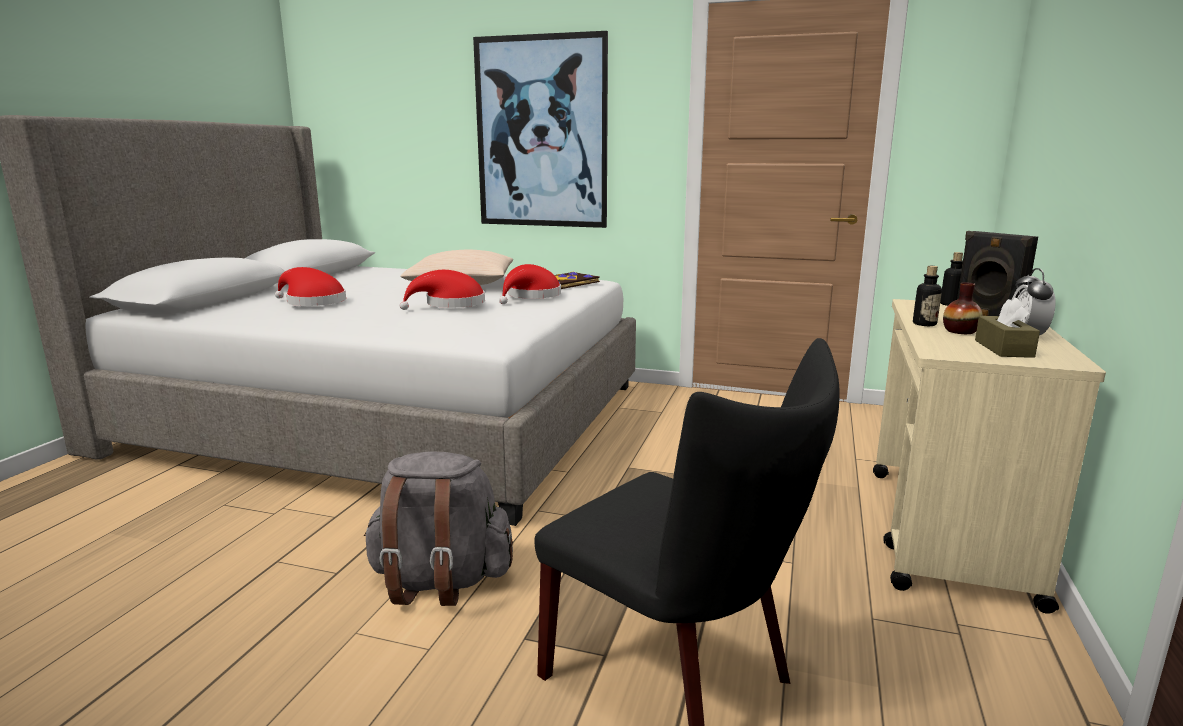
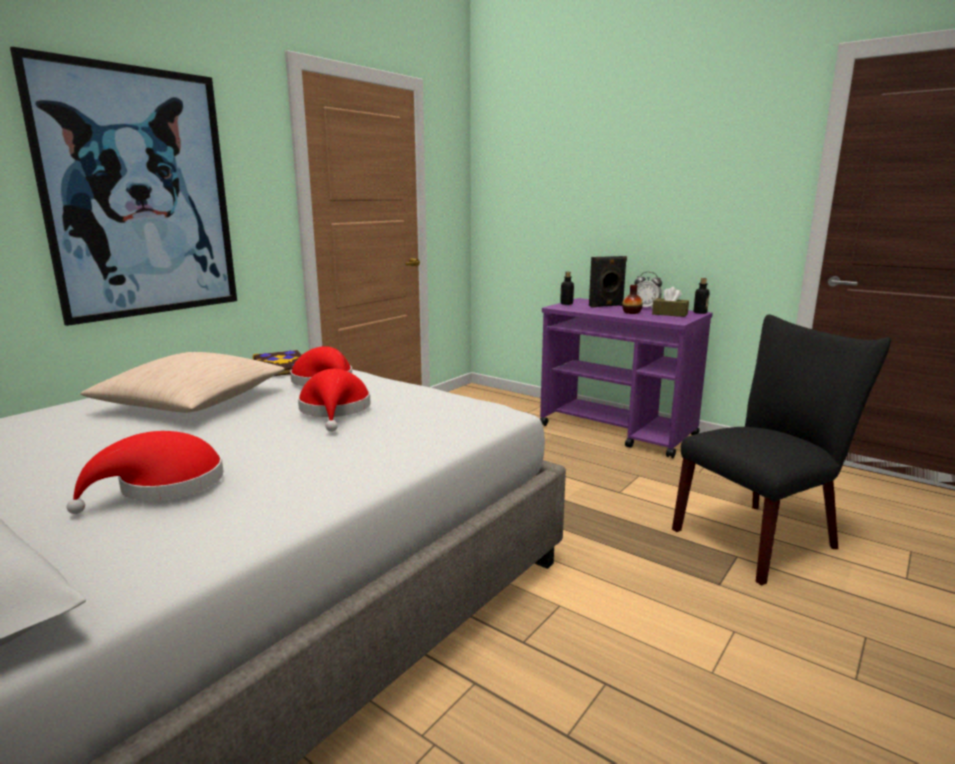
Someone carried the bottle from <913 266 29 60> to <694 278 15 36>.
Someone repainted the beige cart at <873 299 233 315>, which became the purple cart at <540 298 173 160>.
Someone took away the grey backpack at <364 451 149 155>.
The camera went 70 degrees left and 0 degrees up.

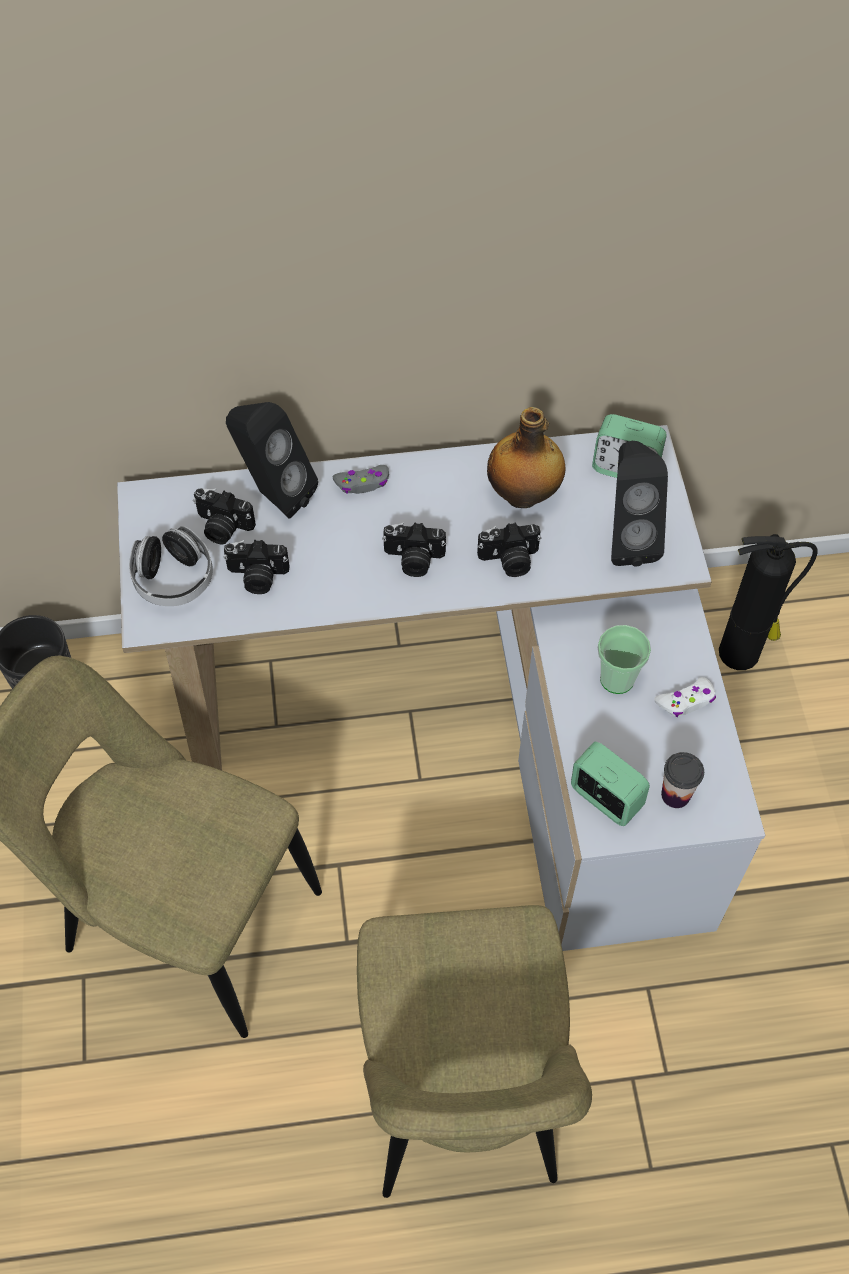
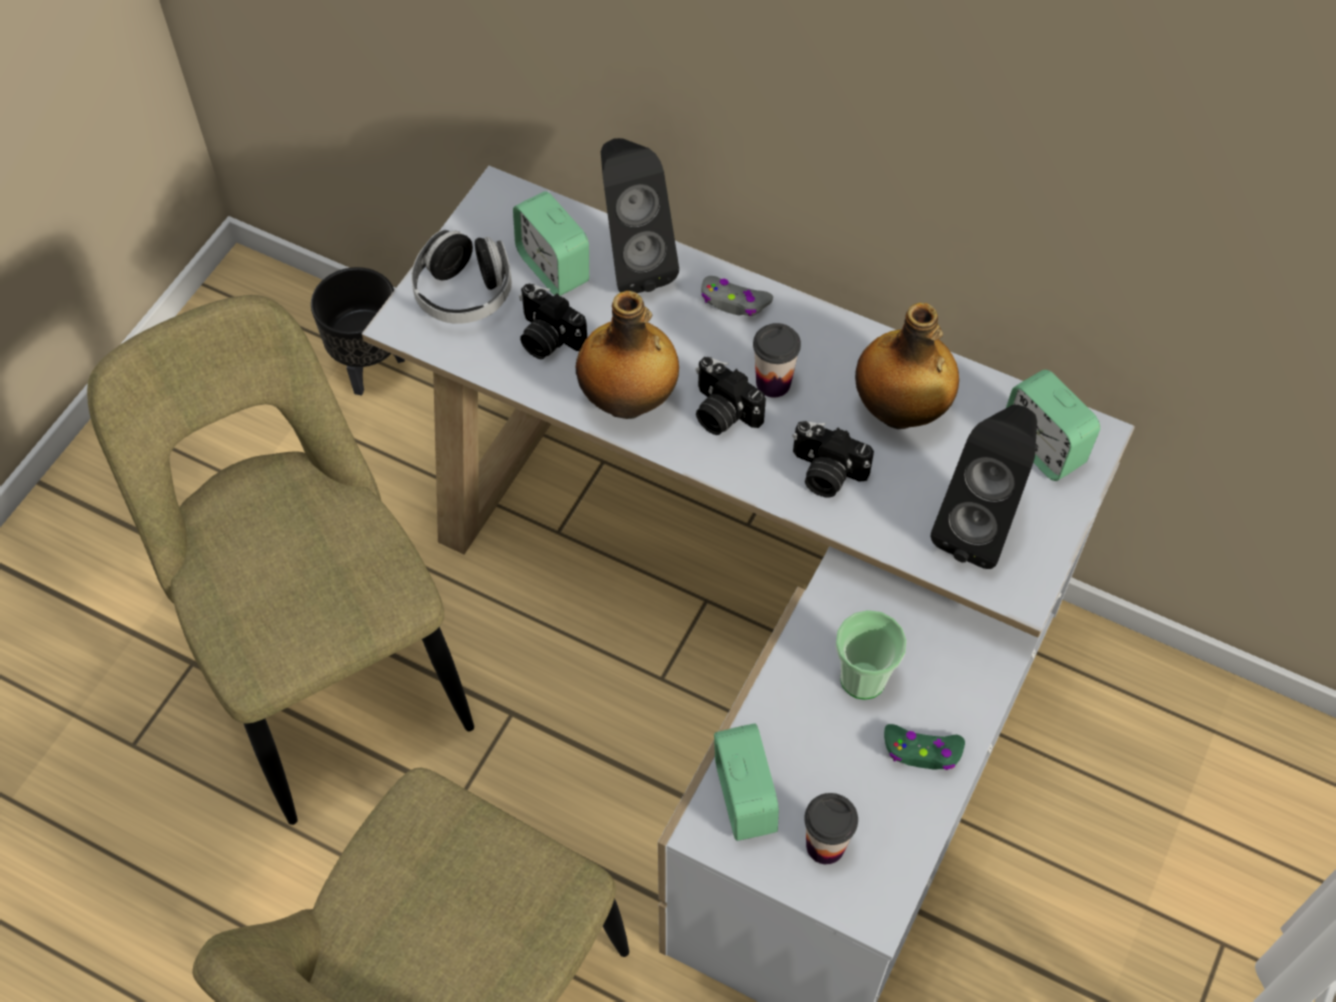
Someone swapped the photo camera at <193 488 63 56> for the alarm clock at <513 191 76 105>.
Someone took away the fire extinguisher at <719 534 99 136>.
Someone repainted the white game controller at <654 677 62 40>, which became the green game controller at <884 724 81 46>.
Someone put down the bottle at <575 291 104 128>.
Someone put down the cup at <753 323 48 75>.
The camera went 35 degrees right and 0 degrees up.

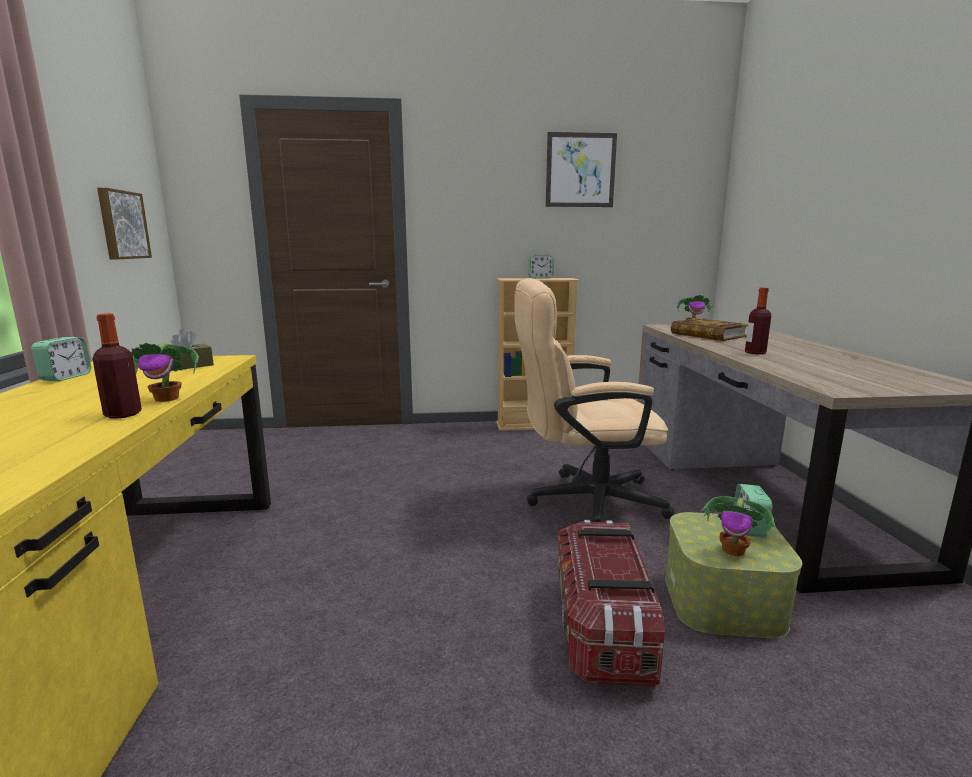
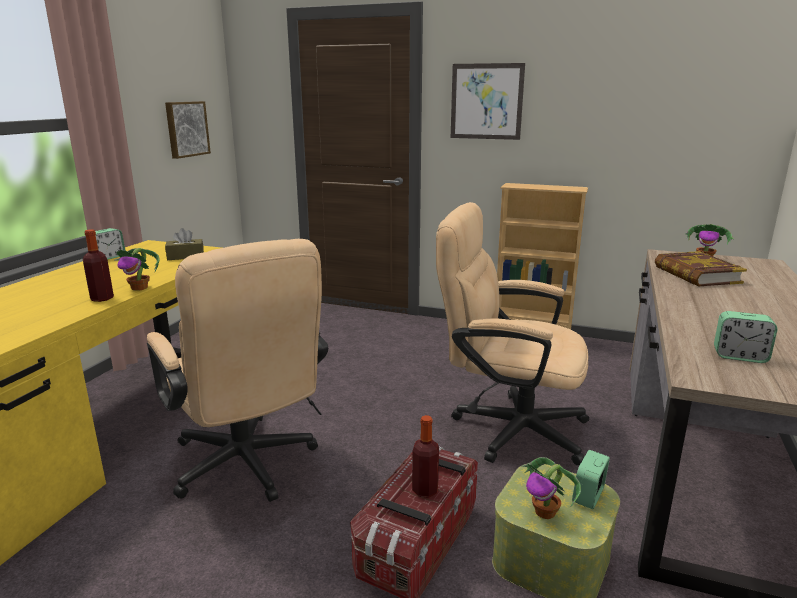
Someone carried the picture from <546 132 71 75> to <451 63 74 77>.
Someone carried the alarm clock from <528 255 26 23> to <714 311 64 52>.
Someone carried the bottle from <745 288 26 66> to <412 415 27 83>.
Someone put down the beige office chair at <147 239 181 263>.
The camera went 25 degrees right and 5 degrees up.

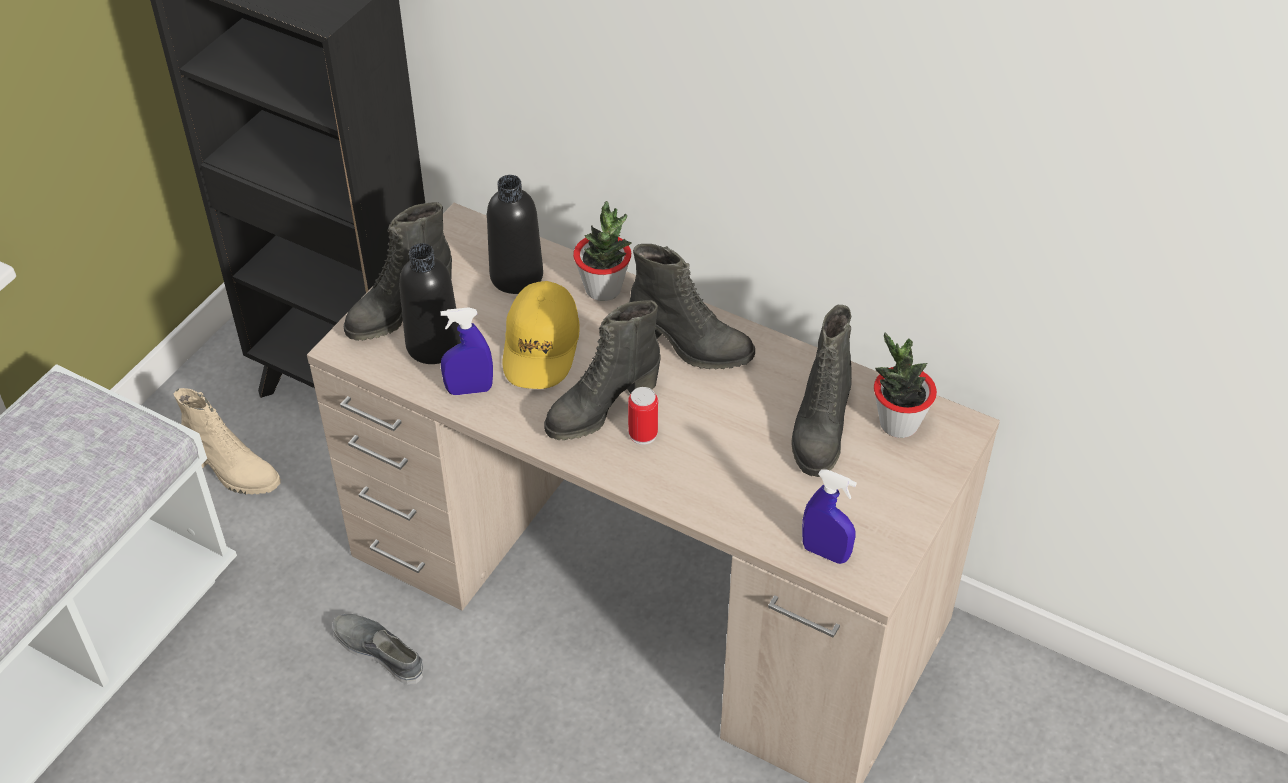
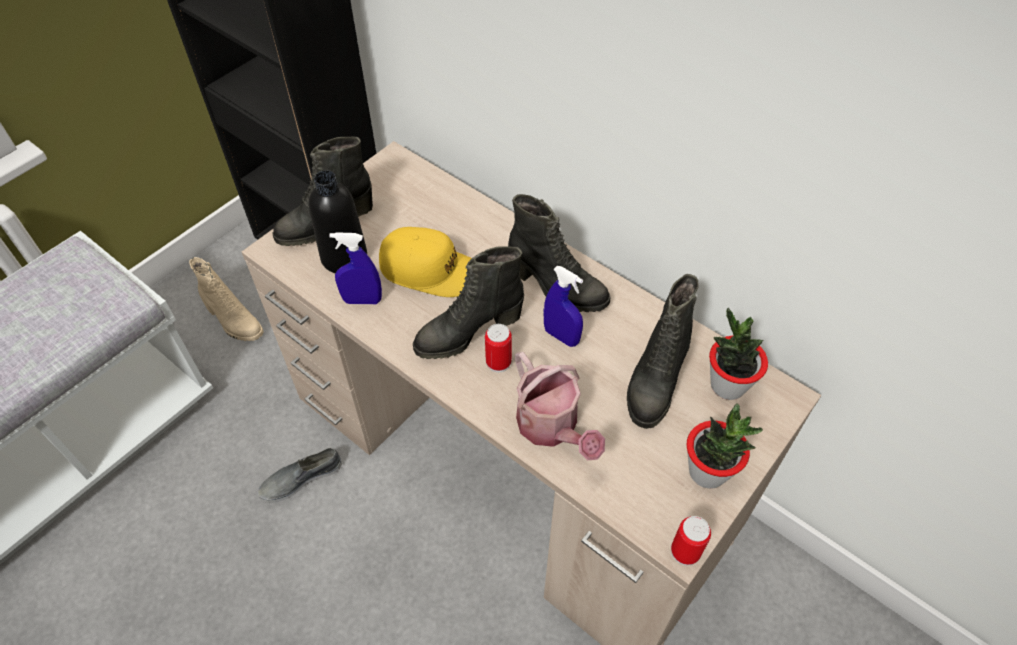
Someone took away the black bottle at <487 175 56 119>.
Someone carried the potted plant from <573 201 58 100> to <687 403 76 86>.
Someone rotated the yellow cap at <503 281 77 108> by 90 degrees counterclockwise.
Someone carried the blue spray bottle from <802 469 55 95> to <543 266 40 81>.
Someone rotated the grey shoe at <332 614 91 71> by 75 degrees counterclockwise.
Someone put down the watering can at <515 352 90 108>.
Someone put down the can at <671 516 40 50>.
The camera went 10 degrees right and 5 degrees up.

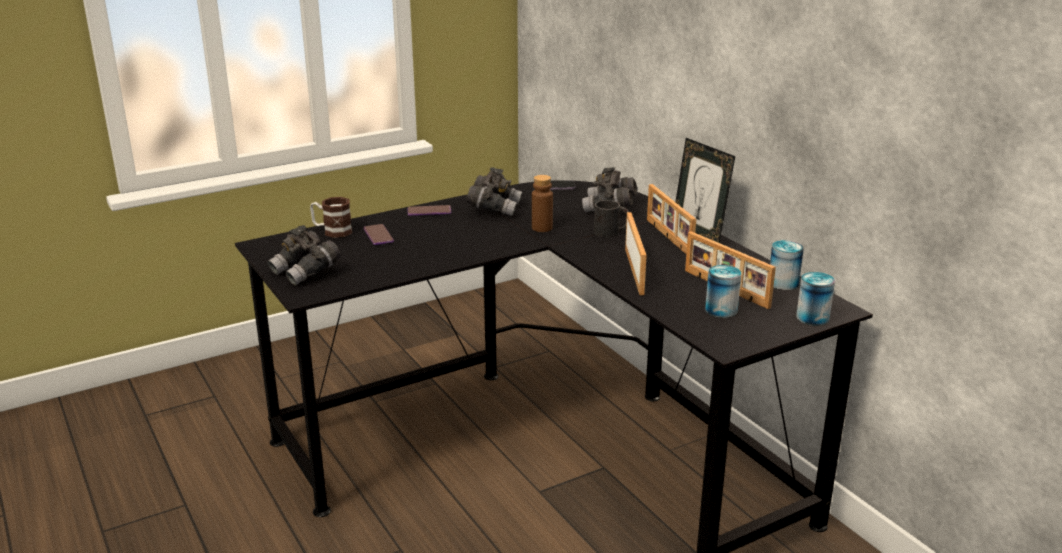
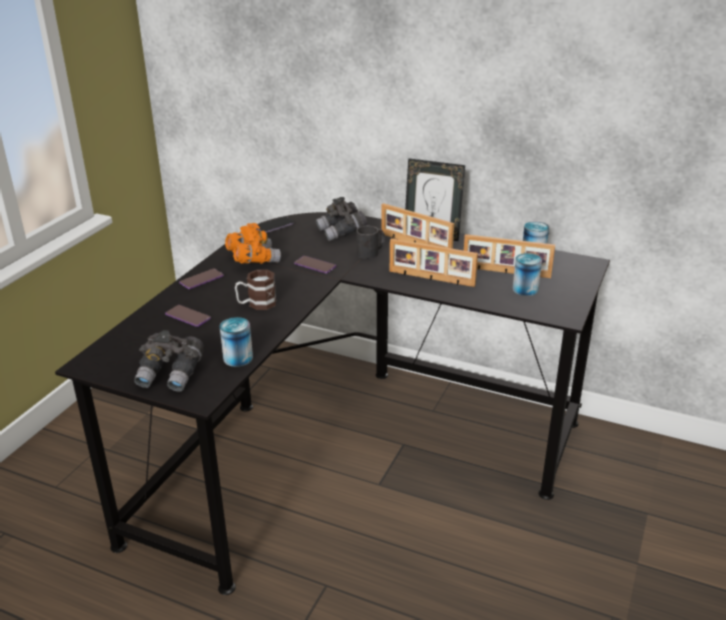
Someone repainted the grey binoculars at <466 168 56 48>, which became the orange binoculars at <225 223 56 41>.
Someone swapped the brown bottle at <532 175 21 57> for the phone at <294 256 42 17>.
Someone carried the mug from <310 197 42 41> to <235 270 41 40>.
Someone rotated the picture frame at <625 212 22 83> by 150 degrees clockwise.
Someone carried the can from <796 272 39 54> to <220 317 33 50>.
The camera went 35 degrees left and 5 degrees up.

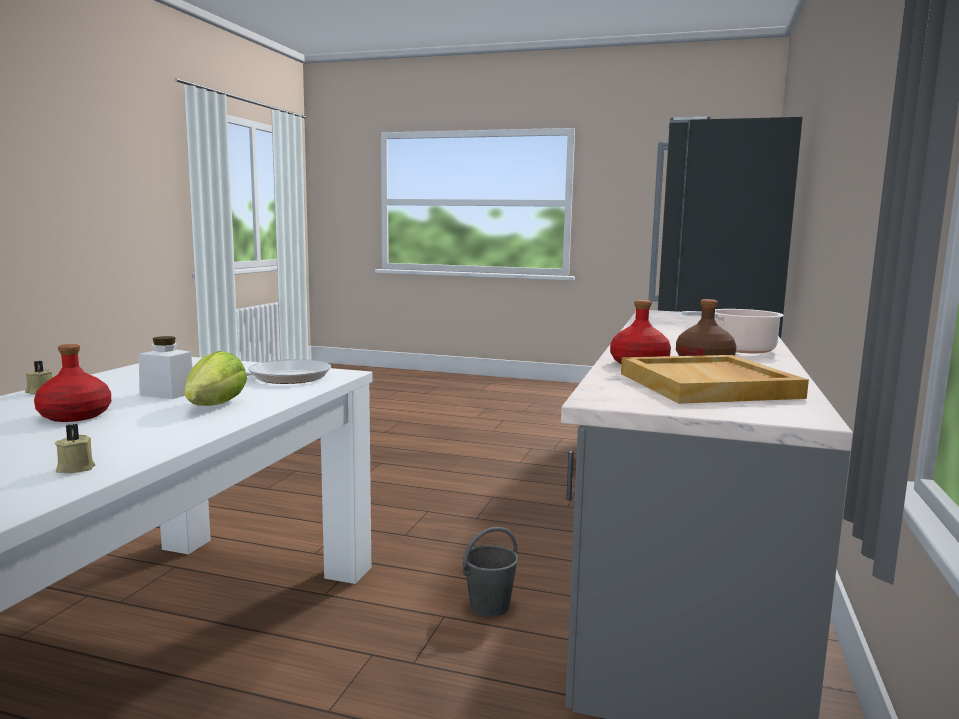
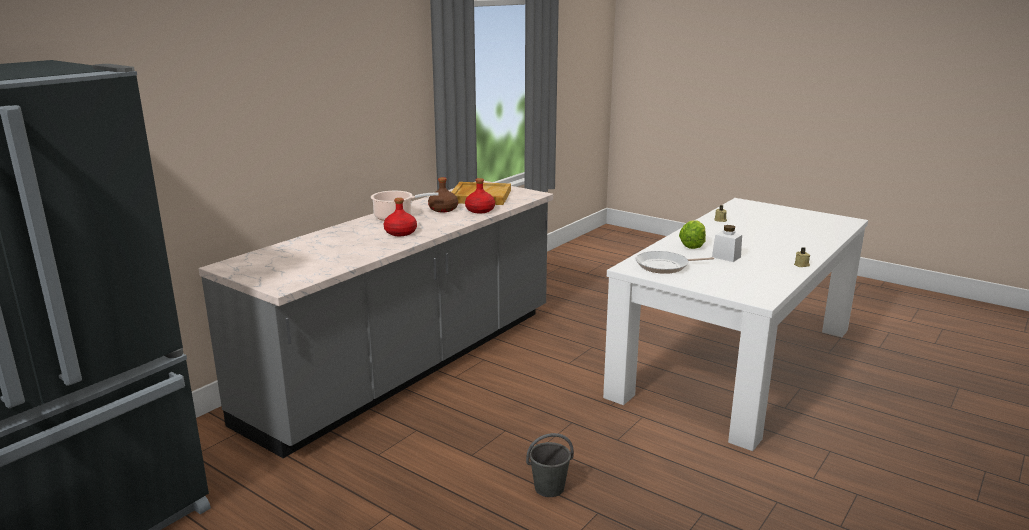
Someone carried the red bottle from <34 344 77 78> to <384 198 33 38>.
Someone carried the grey bucket from <463 527 56 90> to <526 433 48 64>.
The camera went 160 degrees left and 10 degrees up.

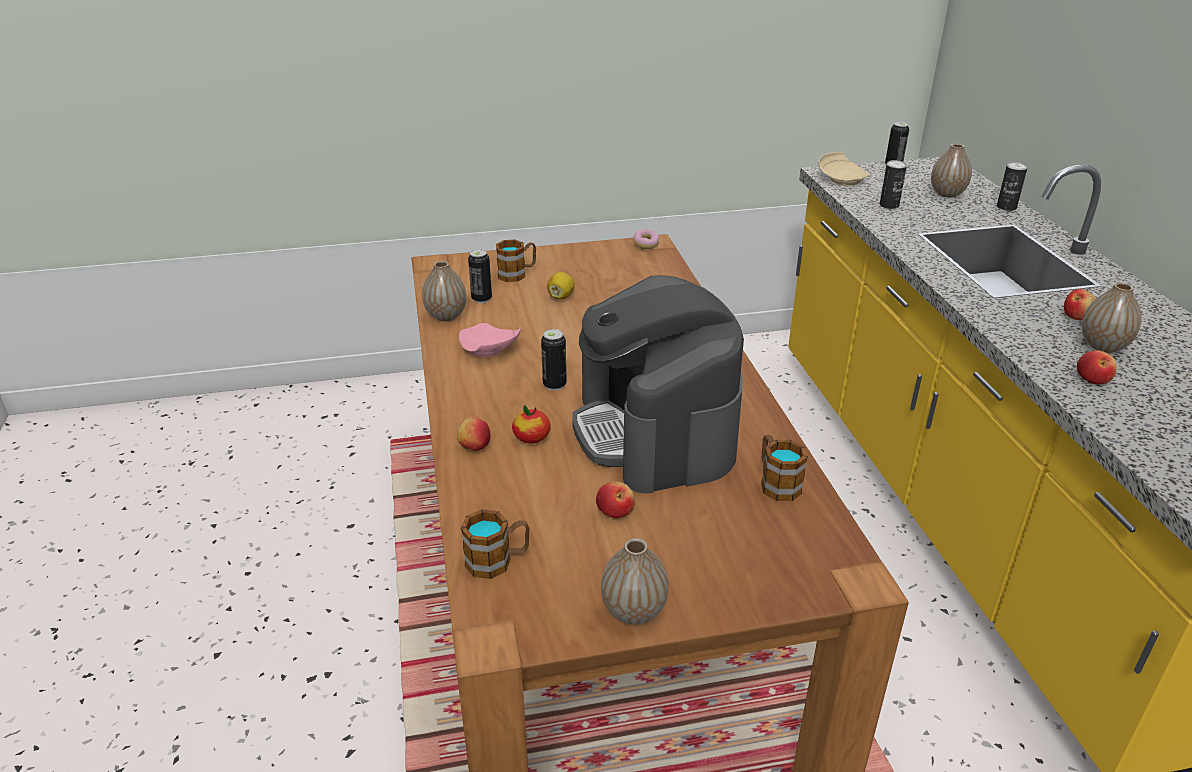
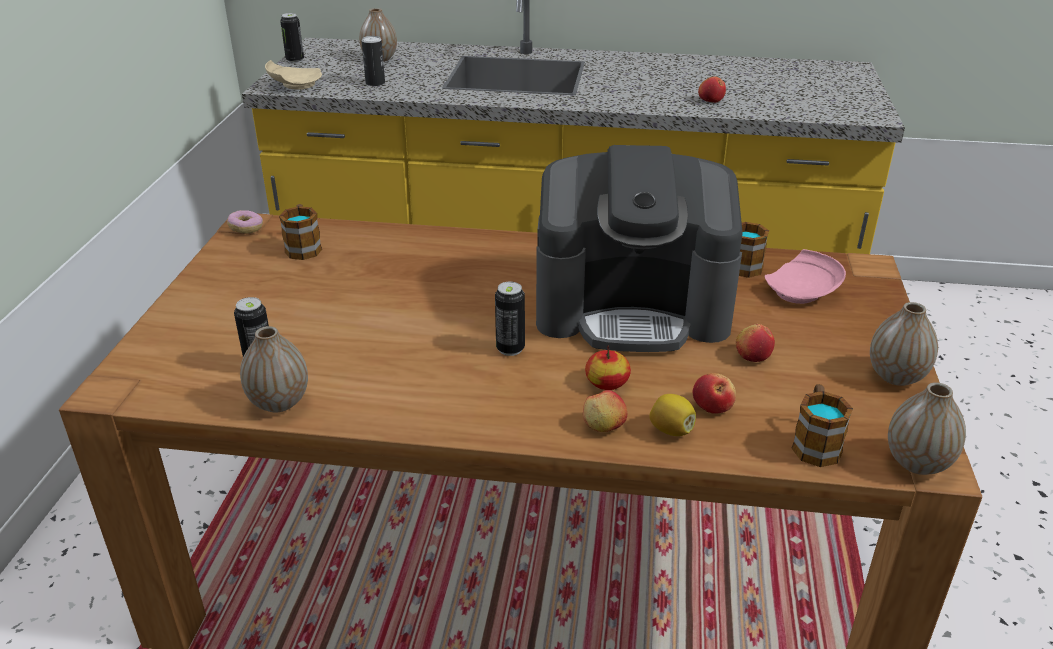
Someone took away the can at <997 162 31 49>.
Someone carried the mug from <496 240 40 42> to <279 204 43 56>.
Someone carried the lemon from <547 272 28 28> to <649 394 47 42>.
Someone carried the vase from <1082 282 60 71> to <888 382 78 93>.
Someone carried the apple from <1064 289 32 31> to <693 373 43 41>.
Someone carried the pink plate from <459 323 62 34> to <764 249 82 55>.
The camera went 70 degrees left and 0 degrees up.

